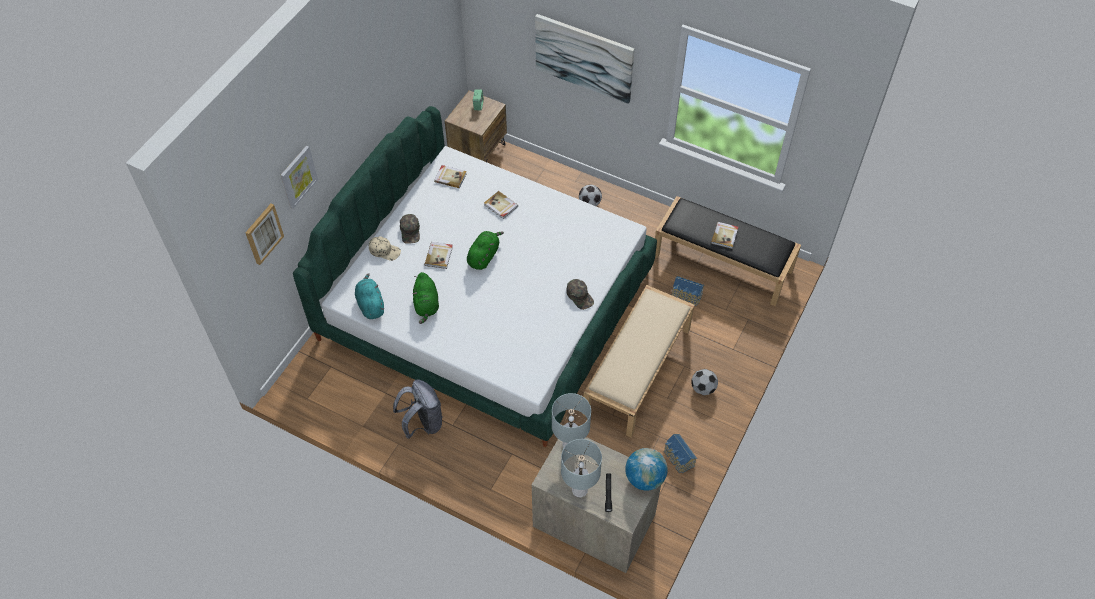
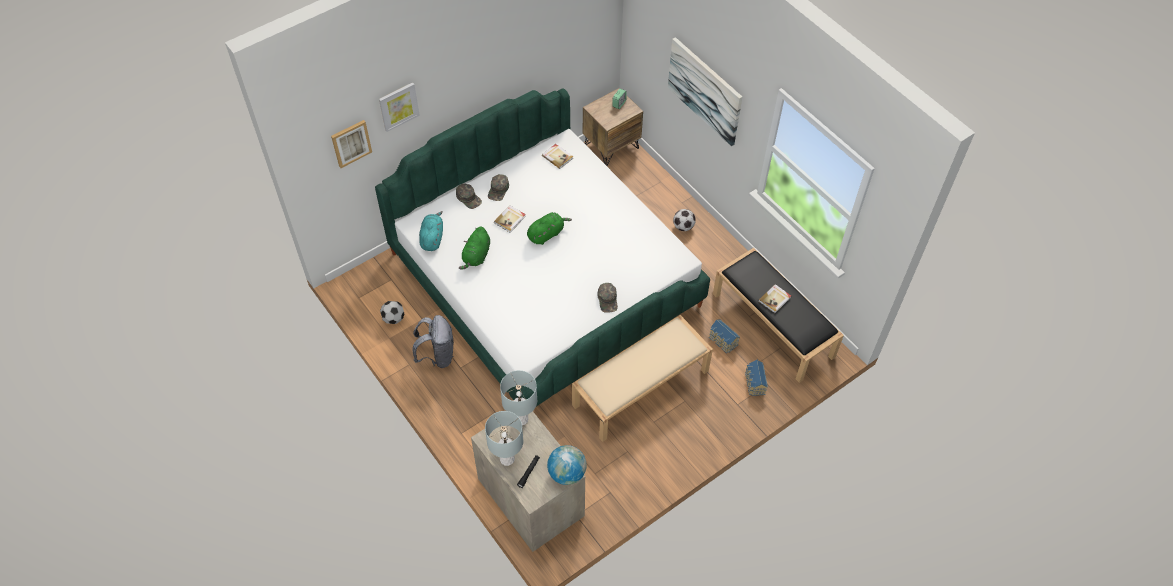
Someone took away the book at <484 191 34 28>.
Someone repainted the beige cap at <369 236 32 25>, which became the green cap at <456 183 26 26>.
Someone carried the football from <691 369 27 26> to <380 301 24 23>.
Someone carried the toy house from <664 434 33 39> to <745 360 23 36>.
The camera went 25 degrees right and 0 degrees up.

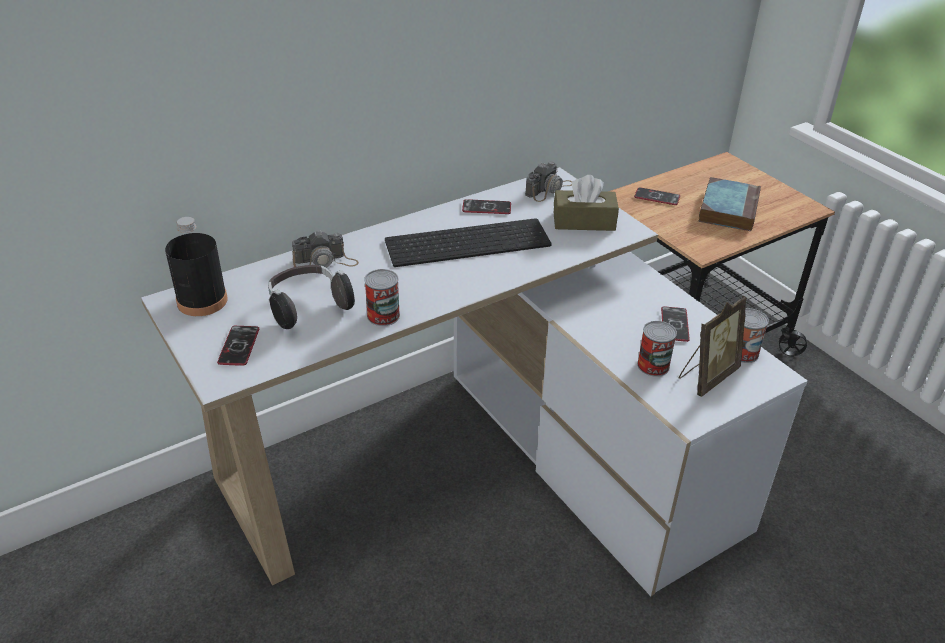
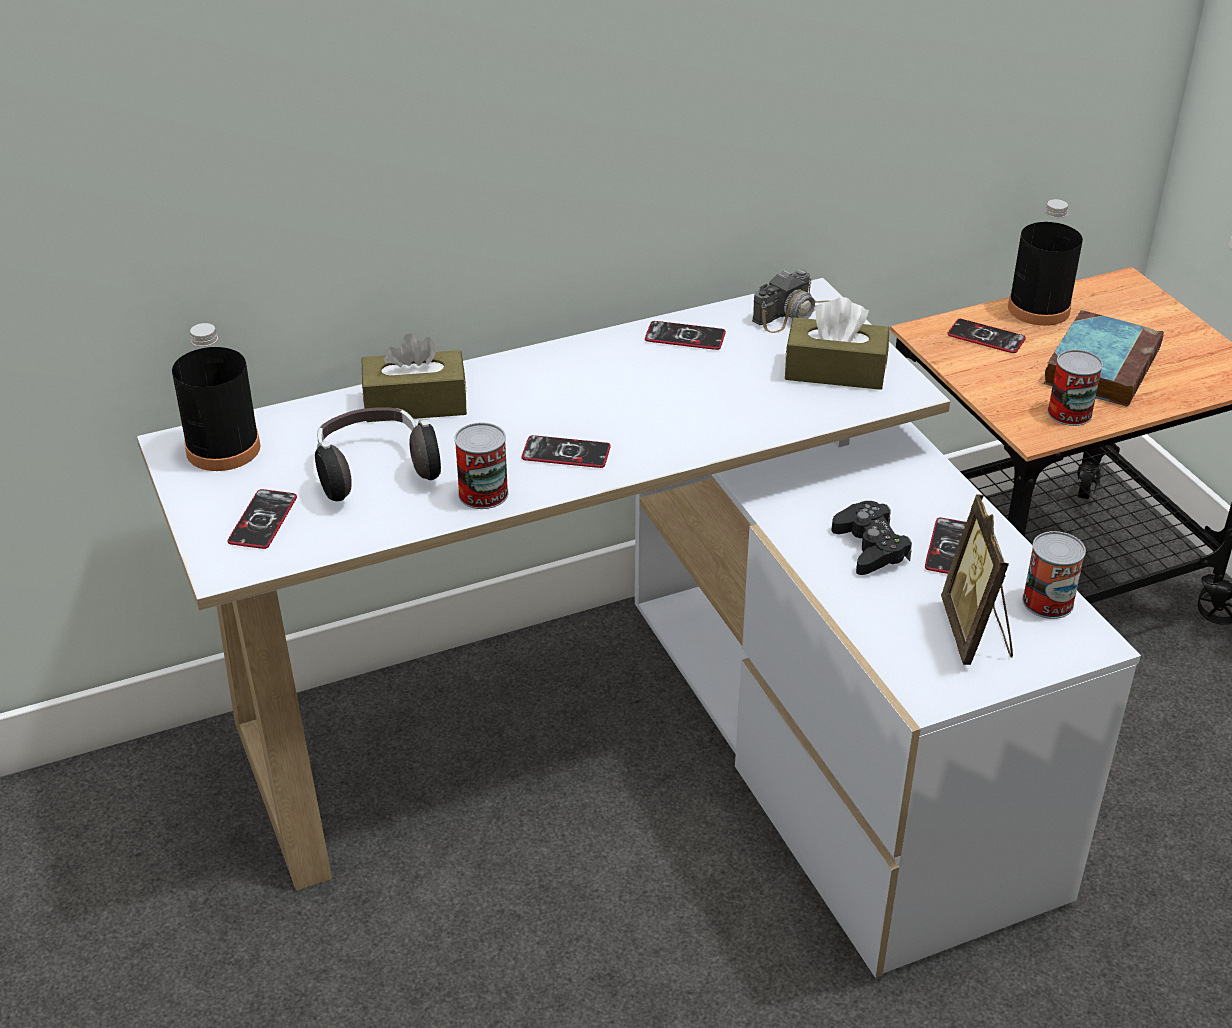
Someone took away the keyboard at <385 218 167 49>.
Someone swapped the photo camera at <292 230 67 38> for the brown tissue box at <362 333 105 89>.
Someone rotated the picture frame at <679 295 68 102> by 120 degrees clockwise.
Someone carried the can from <637 321 40 56> to <1047 350 56 76>.
Someone put down the black bottle at <1008 199 75 127>.
Someone put down the phone at <522 435 89 33>.
Someone put down the black game controller at <832 501 80 74>.
The camera went 10 degrees right and 0 degrees up.

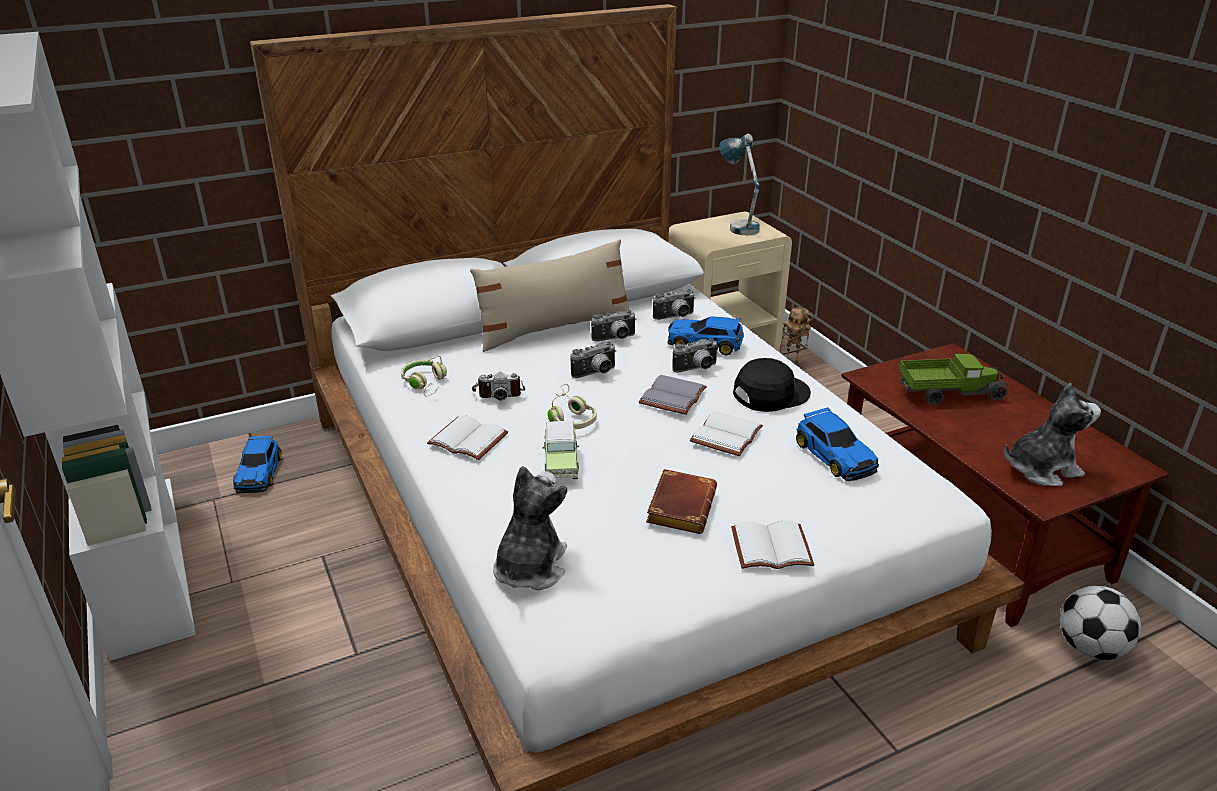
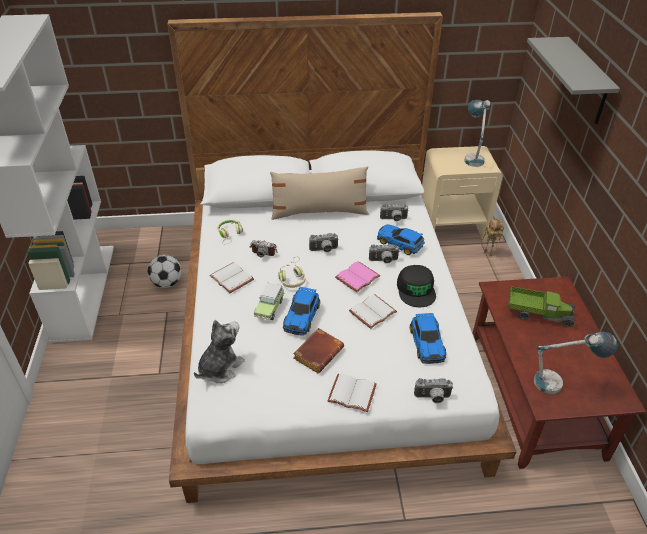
Someone carried the photo camera from <591 310 46 31> to <414 378 39 25>.
Someone rotated the black cap at <733 358 78 54> by 90 degrees clockwise.
Someone repainted the grey book at <639 375 68 40>, which became the pink book at <335 261 45 31>.
Someone swapped the plush toy at <1004 383 97 103> for the table lamp at <534 332 83 62>.
Someone carried the toy car from <233 436 49 57> to <283 287 37 49>.
Someone carried the football from <1060 586 81 74> to <147 255 35 33>.
Someone put up the grey shelf at <527 37 93 87>.
The camera went 20 degrees right and 10 degrees up.

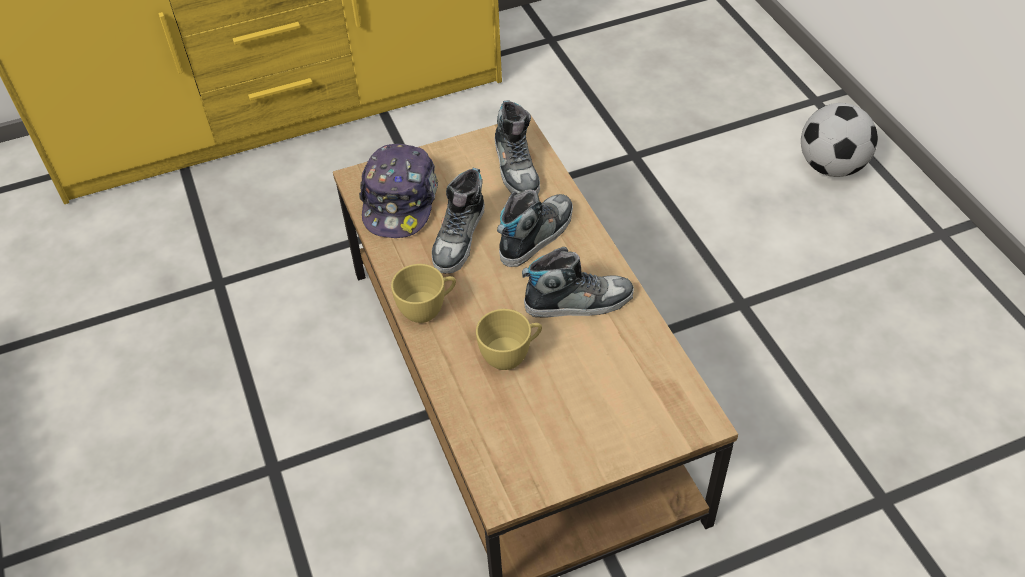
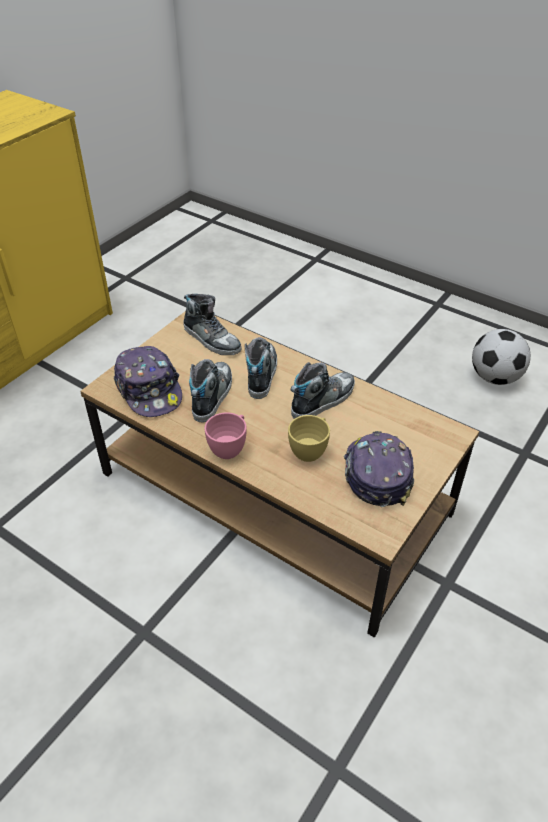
Someone carried the football from <801 103 77 74> to <472 329 59 56>.
Someone rotated the shoe at <432 168 53 106> by 150 degrees counterclockwise.
Someone repainted the yellow cup at <391 264 65 59>, which became the pink cup at <204 412 43 47>.
Someone put down the cap at <344 431 70 76>.
The camera went 35 degrees left and 5 degrees down.

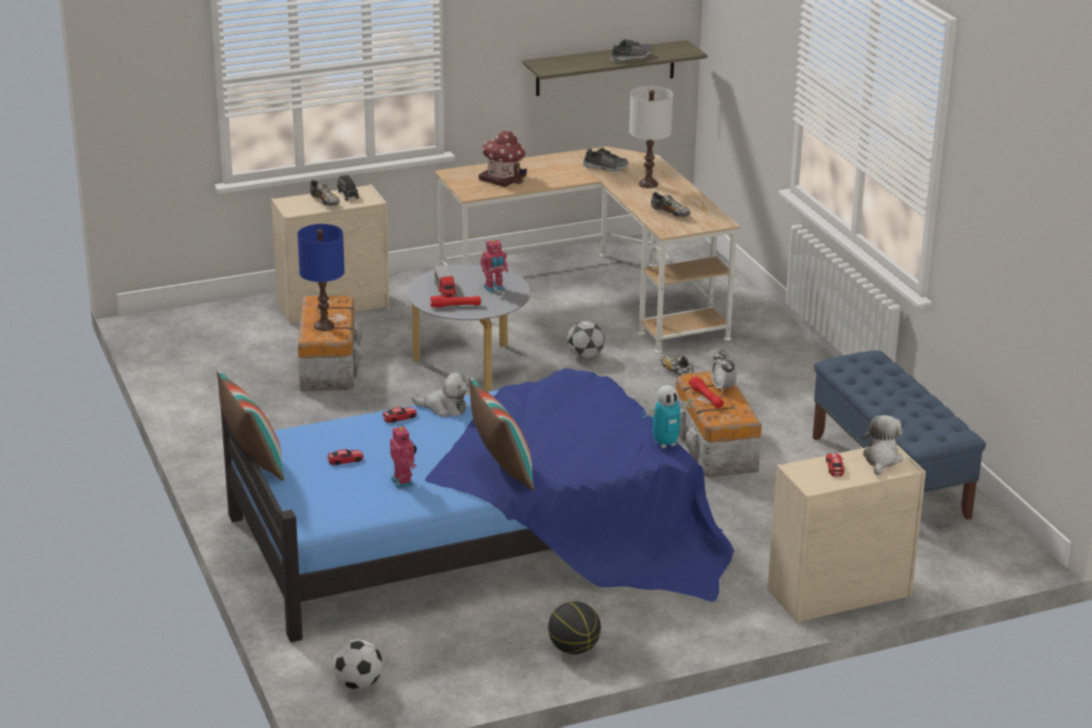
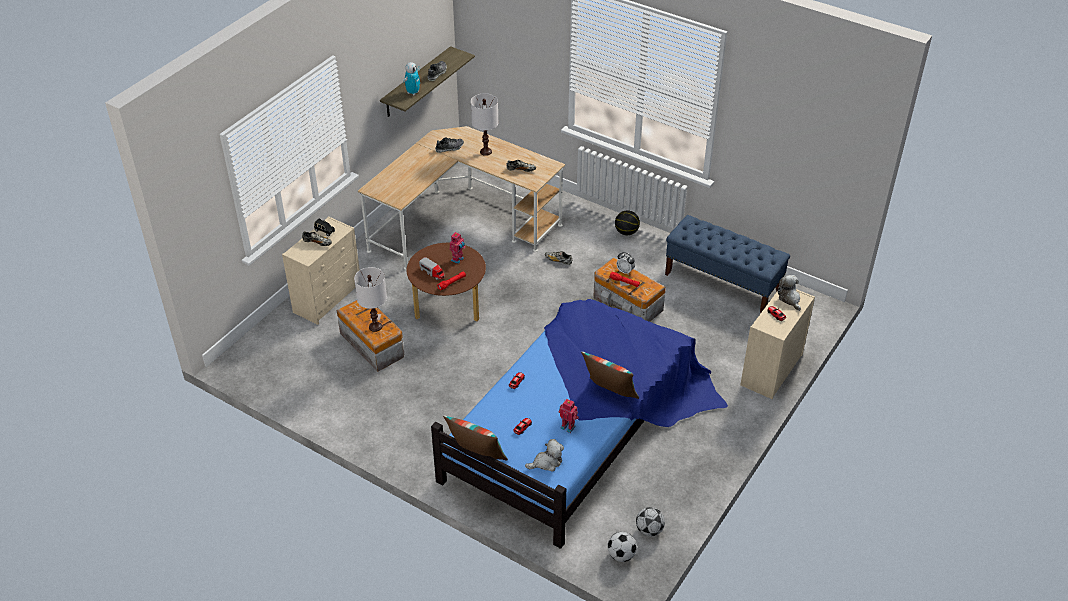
Someone took away the toy house at <479 131 48 56>.
Someone repainted the blue table lamp at <297 224 48 107>, which became the white table lamp at <354 267 33 65>.
Someone repainted the grey coffee table at <407 265 124 126>, which became the brown coffee table at <407 243 79 78>.
Someone carried the football from <567 321 38 38> to <636 507 29 29>.
Someone carried the plush toy from <411 372 58 45> to <525 439 39 33>.
Someone carried the toy robot from <642 385 50 63> to <403 62 17 34>.
Someone carried the basketball from <548 601 53 53> to <615 210 25 25>.
The camera went 35 degrees left and 15 degrees up.

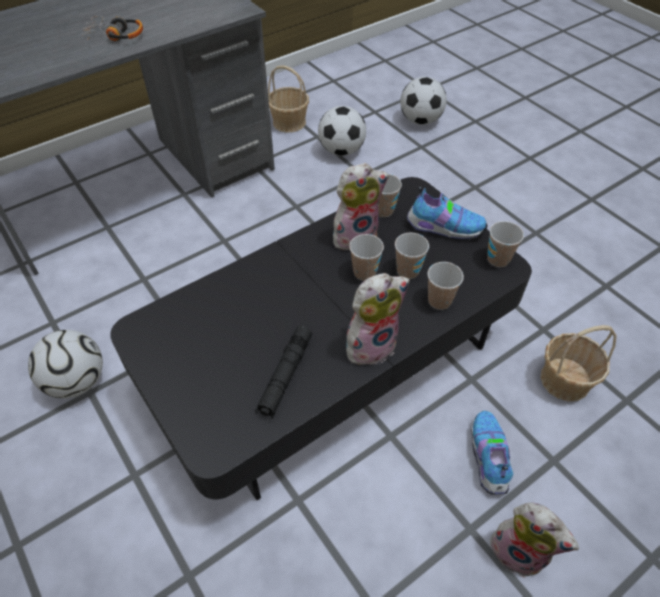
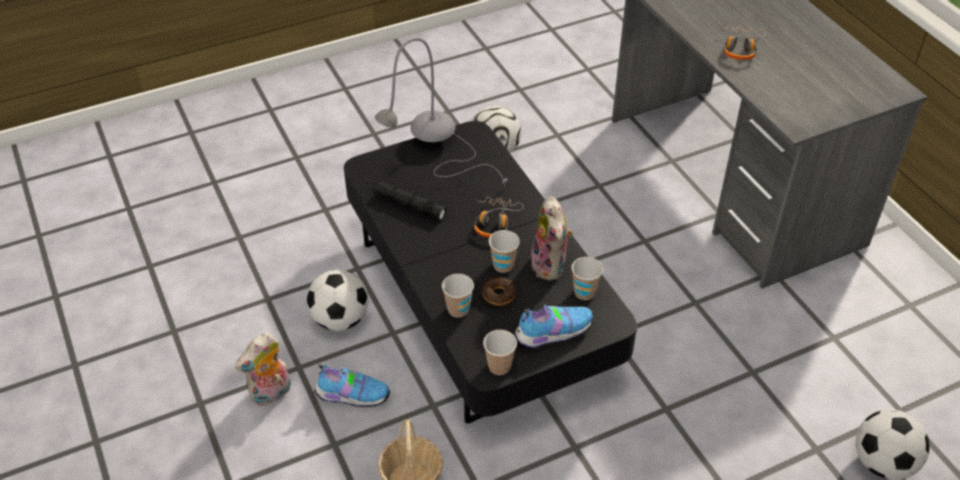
Someone took away the basket at <268 65 41 68>.
Someone carried the football from <318 106 48 50> to <307 269 62 62>.
Someone rotated the shoe at <406 187 82 53> by 135 degrees counterclockwise.
Someone swapped the cup at <395 233 34 46> for the donut at <482 277 34 29>.
Someone took away the plush toy at <346 273 64 96>.
Someone put down the grey table lamp at <375 38 132 150>.
Someone put down the headphones at <474 197 49 41>.
The camera went 100 degrees right and 5 degrees down.

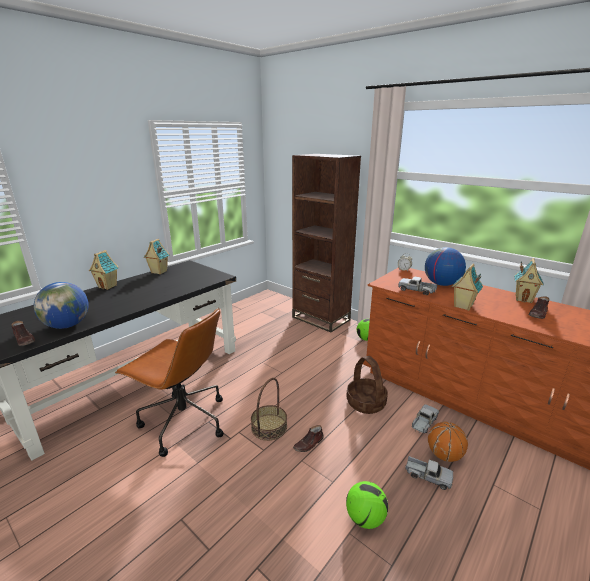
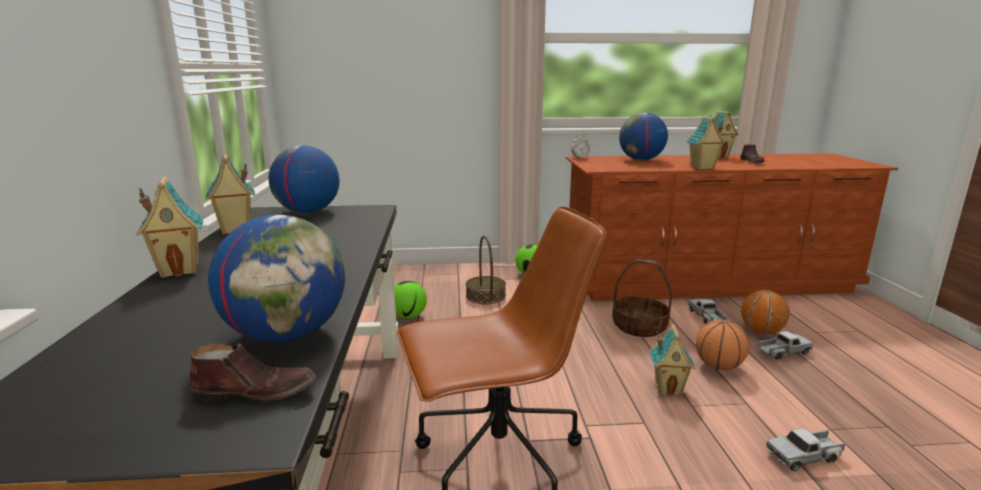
Someone took away the brown bookcase at <292 154 69 179>.
Someone carried the toy truck from <398 277 39 18> to <766 428 80 43>.
Someone carried the basket from <251 378 36 63> to <466 236 40 68>.
Someone swapped the brown shoe at <293 425 31 27> for the toy house at <650 324 45 72>.
Someone carried the football from <346 481 42 48> to <394 281 33 38>.
Someone put down the globe at <269 145 70 68>.
Someone put down the basketball at <696 320 53 50>.
The camera went 45 degrees left and 5 degrees down.

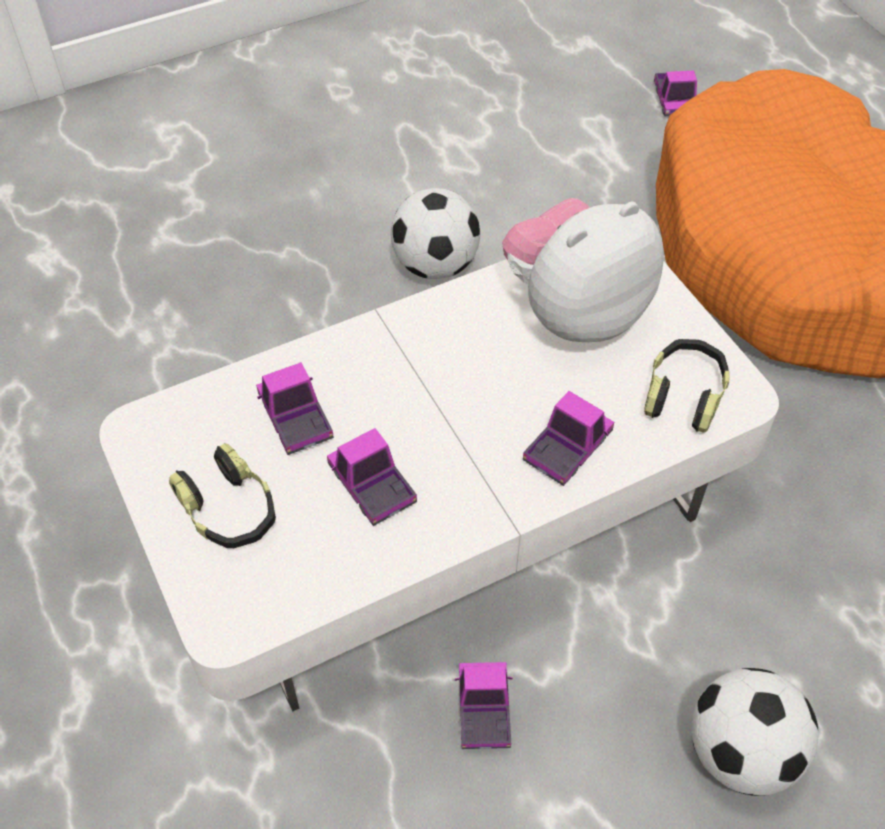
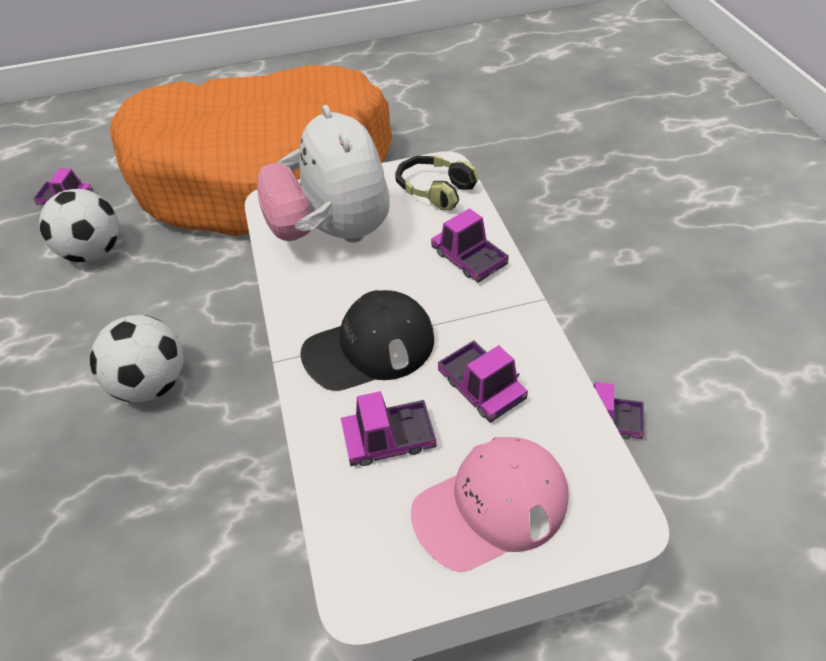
Someone rotated the toy truck at <327 428 90 98> by 105 degrees counterclockwise.
Someone swapped the headphones at <169 443 107 105> for the pink cap at <411 437 158 135>.
Someone carried the football from <691 668 128 128> to <39 189 80 73>.
Someone put down the black cap at <301 290 133 101>.
The camera went 75 degrees left and 5 degrees down.

